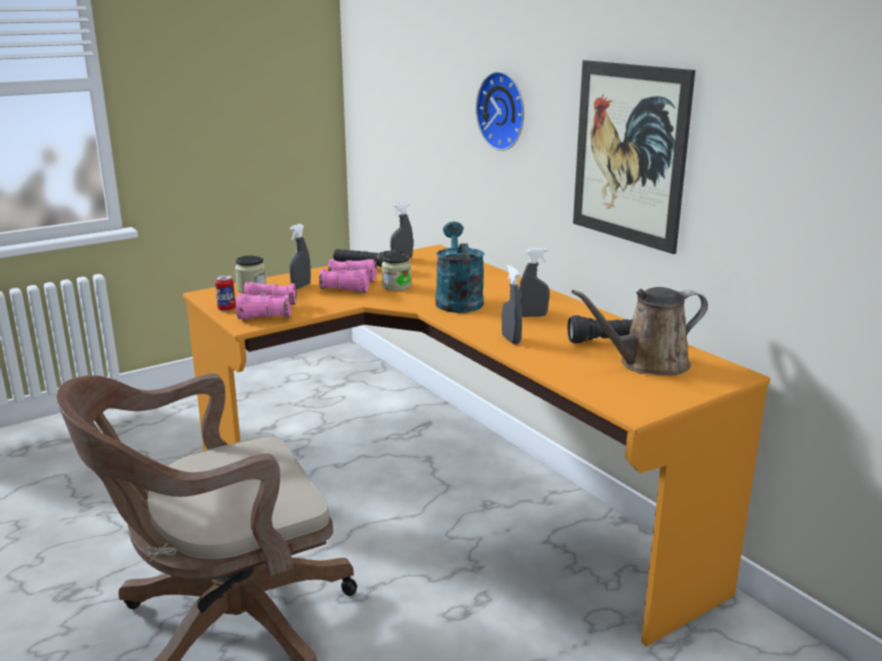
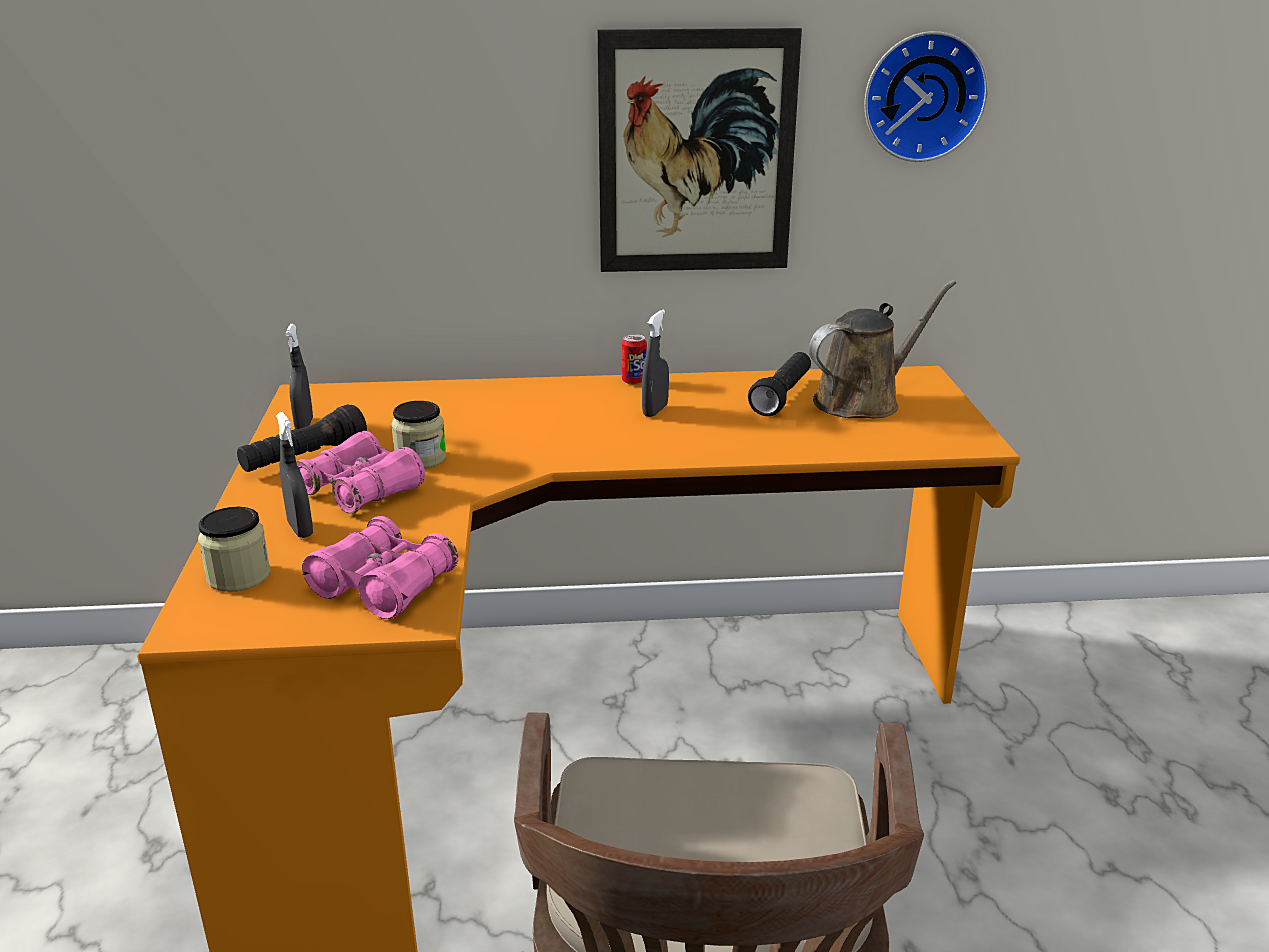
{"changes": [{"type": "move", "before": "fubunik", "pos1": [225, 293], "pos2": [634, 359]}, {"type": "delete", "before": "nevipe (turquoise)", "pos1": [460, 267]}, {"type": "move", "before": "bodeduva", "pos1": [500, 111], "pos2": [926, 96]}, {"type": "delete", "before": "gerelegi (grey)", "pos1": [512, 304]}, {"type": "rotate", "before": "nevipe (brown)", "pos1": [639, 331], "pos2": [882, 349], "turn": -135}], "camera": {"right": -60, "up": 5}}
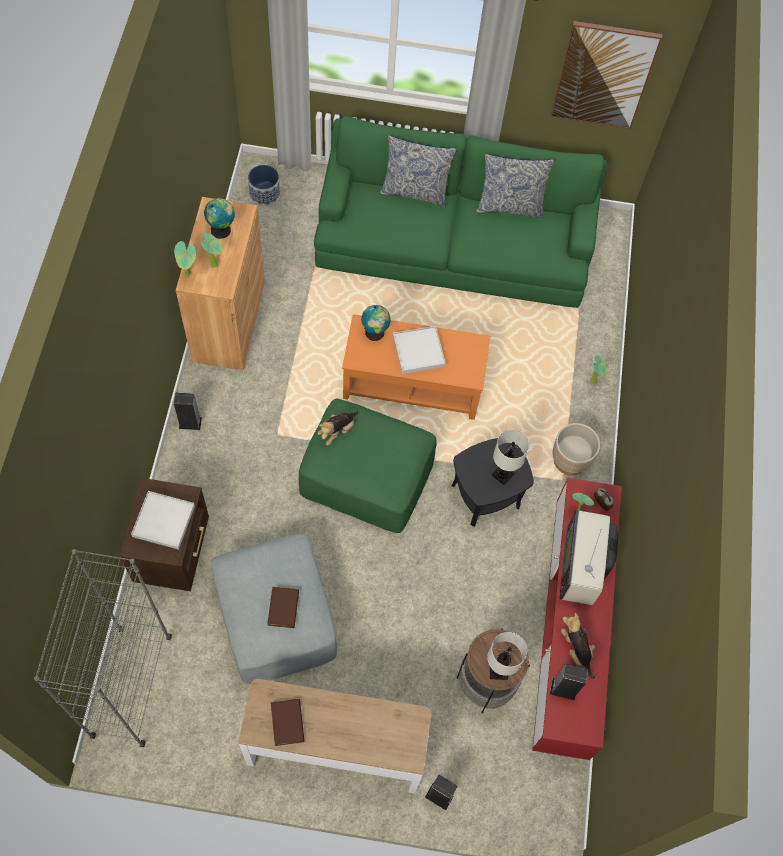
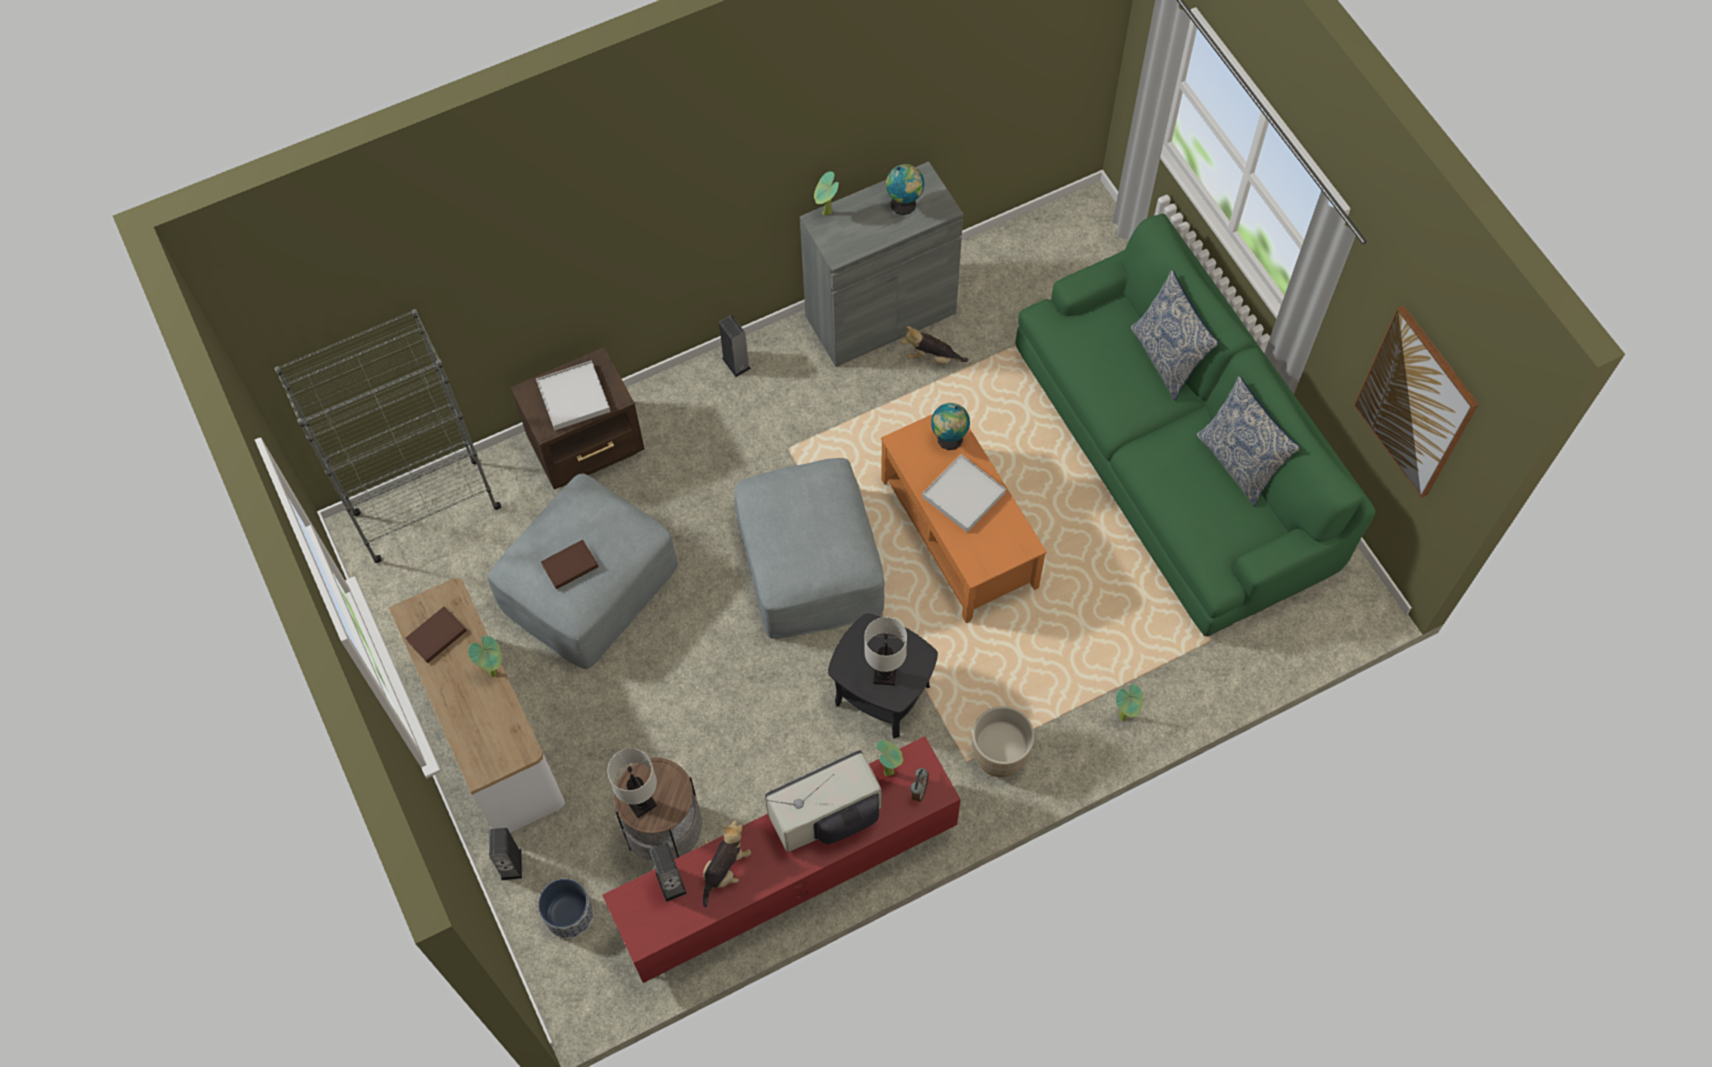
{"changes": [{"type": "recolor", "before": "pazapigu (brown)", "after": "pazapigu (grey)", "pos1": [220, 283], "pos2": [881, 264]}, {"type": "move", "before": "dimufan", "pos1": [212, 250], "pos2": [485, 656]}, {"type": "move", "before": "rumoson", "pos1": [264, 185], "pos2": [566, 908]}, {"type": "recolor", "before": "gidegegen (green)", "after": "gidegegen (grey)", "pos1": [367, 465], "pos2": [809, 548]}, {"type": "move", "before": "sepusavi", "pos1": [338, 428], "pos2": [934, 345]}], "camera": {"right": 60, "up": 0}}
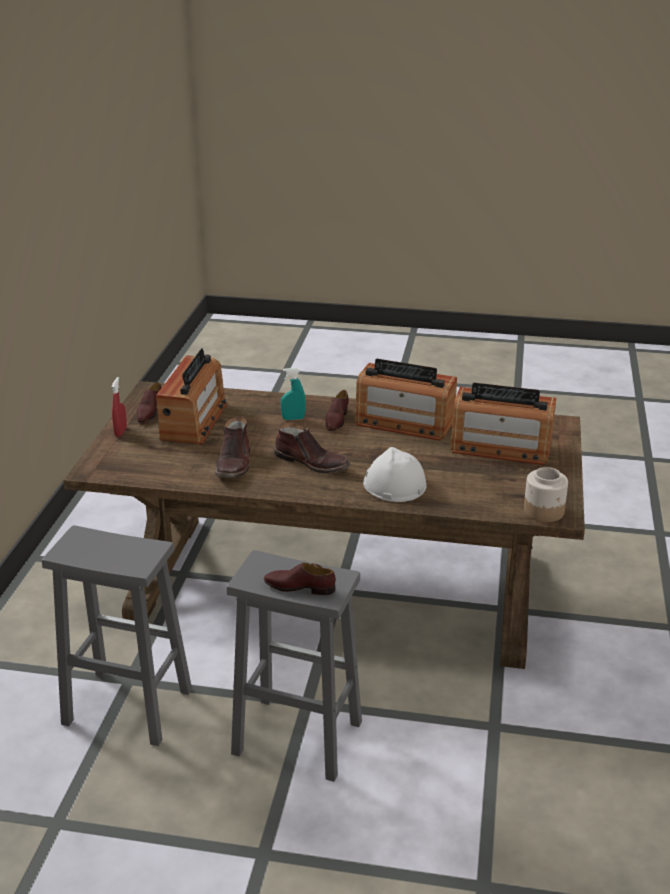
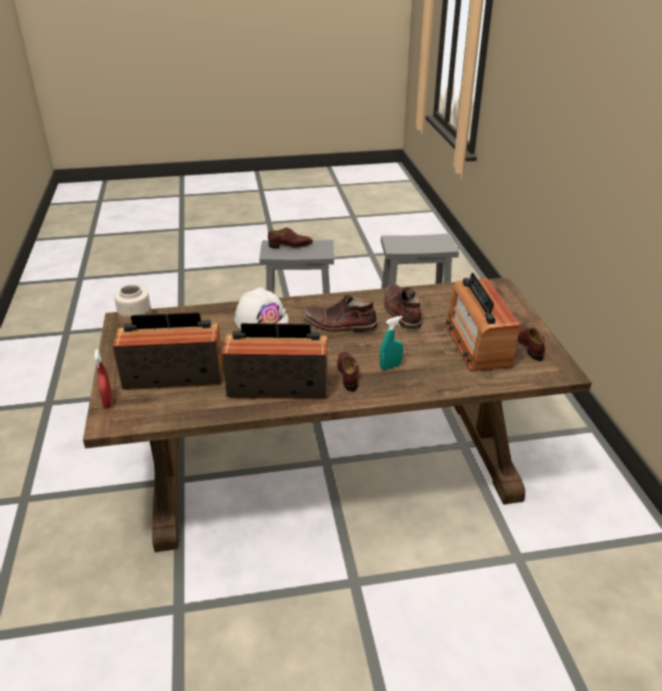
{"changes": [{"type": "move", "before": "gerelegi (red)", "pos1": [119, 407], "pos2": [103, 378]}], "camera": {"right": 160, "up": 5}}
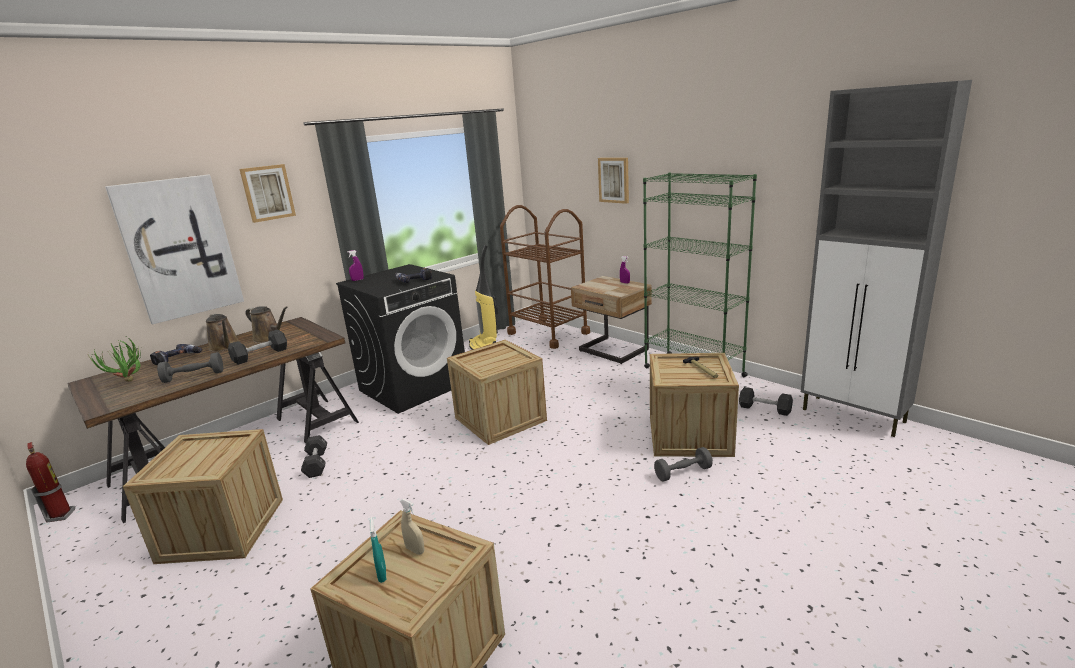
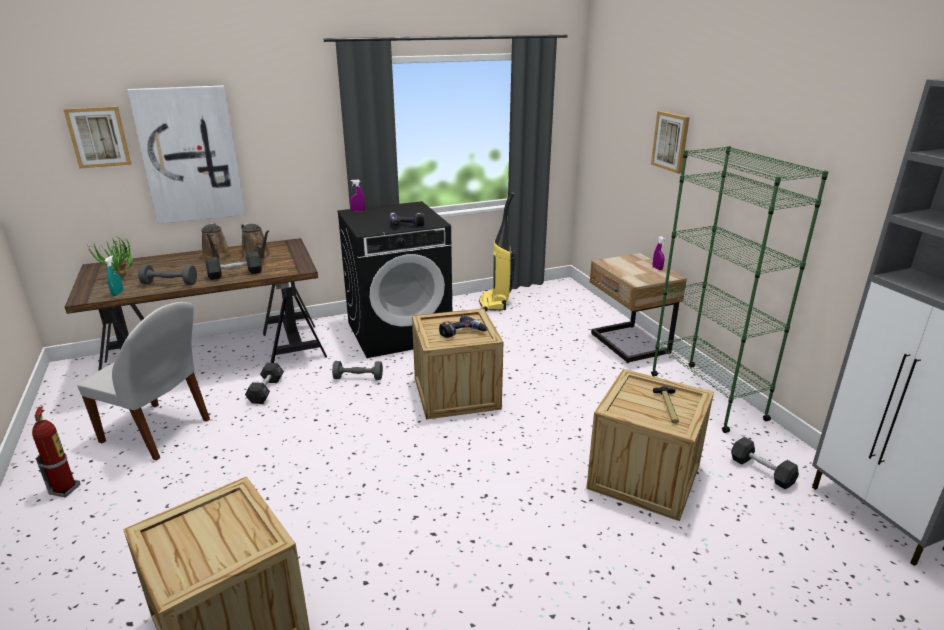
{"changes": [{"type": "move", "before": "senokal", "pos1": [50, 482], "pos2": [56, 451]}, {"type": "replace", "before": "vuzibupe", "after": "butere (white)", "pos1": [203, 496], "pos2": [143, 381]}, {"type": "move", "before": "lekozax", "pos1": [176, 354], "pos2": [463, 326]}, {"type": "move", "before": "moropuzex", "pos1": [267, 193], "pos2": [97, 137]}, {"type": "move", "before": "gerelegi (turquoise)", "pos1": [378, 550], "pos2": [114, 275]}, {"type": "delete", "before": "gerelegi (beige)", "pos1": [412, 527]}, {"type": "delete", "before": "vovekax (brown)", "pos1": [545, 277]}, {"type": "move", "before": "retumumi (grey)", "pos1": [683, 464], "pos2": [357, 370]}], "camera": {"right": 20, "up": 5}}
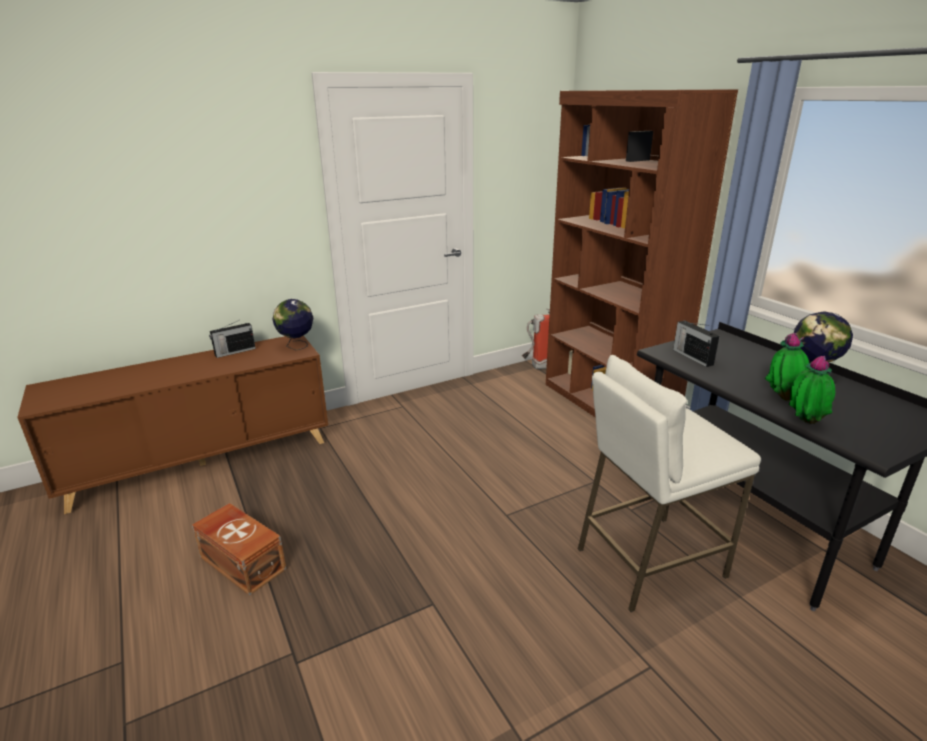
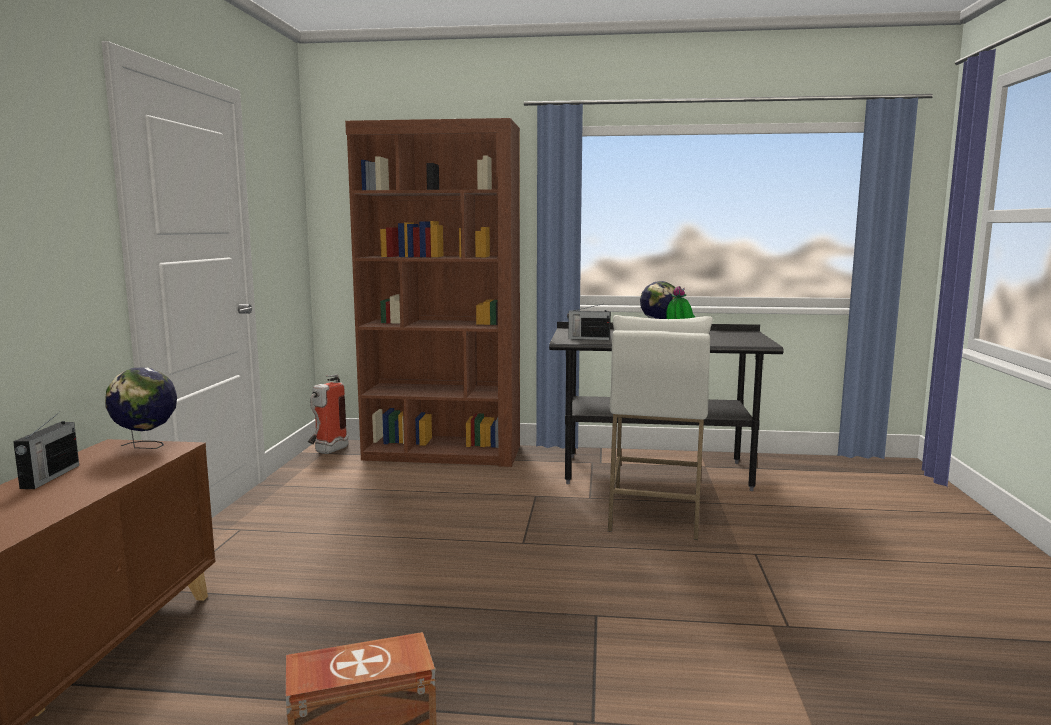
{"changes": [{"type": "delete", "before": "dimufan", "pos1": [812, 390]}], "camera": {"right": -55, "up": -15}}
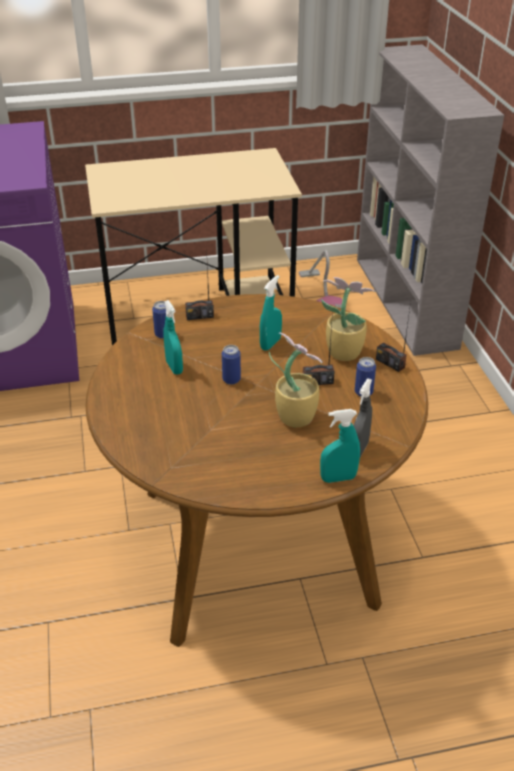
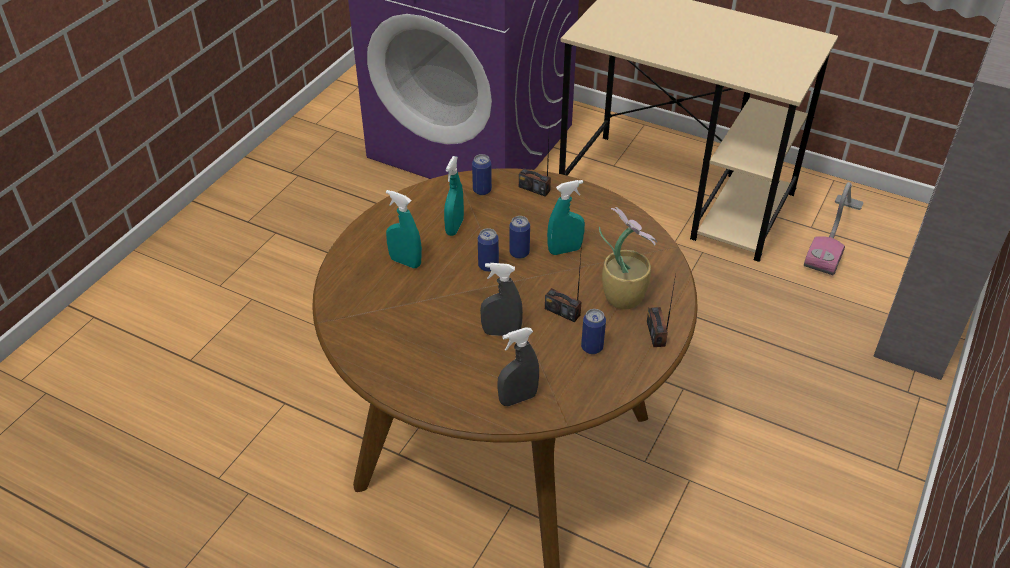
{"changes": [{"type": "replace", "before": "dimufan", "after": "gerelegi (grey)", "pos1": [296, 379], "pos2": [501, 299]}, {"type": "move", "before": "gerelegi (turquoise)", "pos1": [340, 446], "pos2": [404, 229]}, {"type": "insert", "after": "fubunik", "pos2": [519, 237]}], "camera": {"right": 40, "up": 5}}
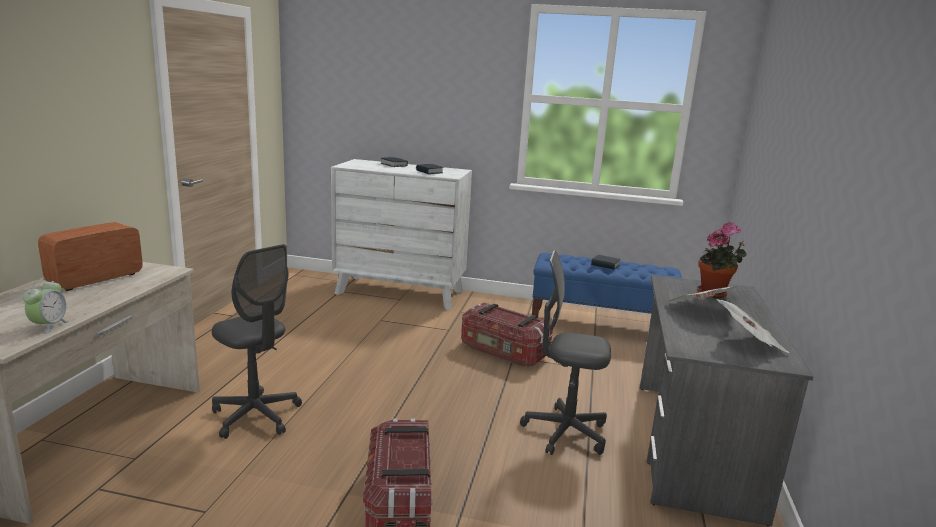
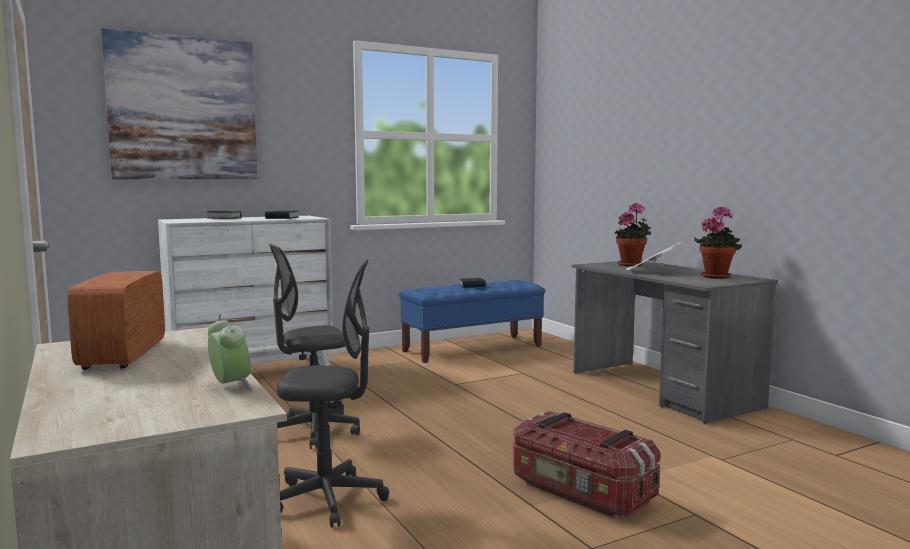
{"changes": [{"type": "delete", "before": "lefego", "pos1": [507, 334]}, {"type": "move", "before": "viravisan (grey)", "pos1": [565, 352], "pos2": [314, 346]}, {"type": "replace", "before": "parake", "after": "dimufan", "pos1": [753, 326], "pos2": [718, 242]}, {"type": "insert", "after": "moropuzex", "pos2": [179, 103]}], "camera": {"right": -40, "up": -10}}
